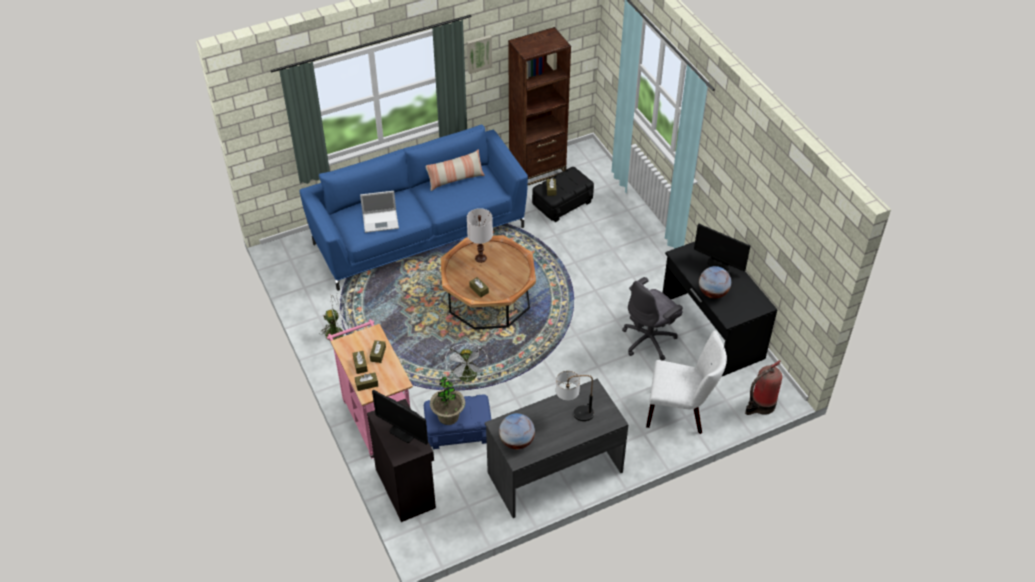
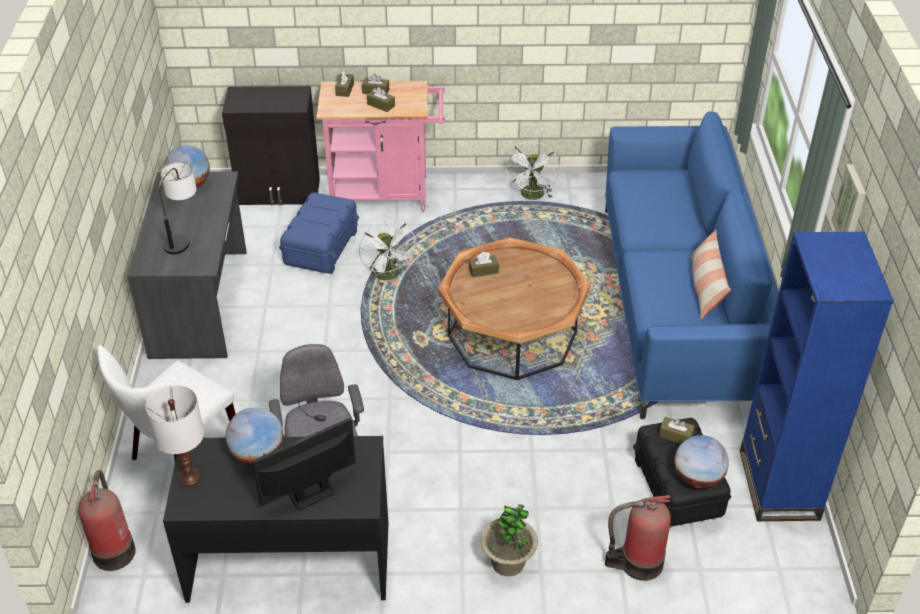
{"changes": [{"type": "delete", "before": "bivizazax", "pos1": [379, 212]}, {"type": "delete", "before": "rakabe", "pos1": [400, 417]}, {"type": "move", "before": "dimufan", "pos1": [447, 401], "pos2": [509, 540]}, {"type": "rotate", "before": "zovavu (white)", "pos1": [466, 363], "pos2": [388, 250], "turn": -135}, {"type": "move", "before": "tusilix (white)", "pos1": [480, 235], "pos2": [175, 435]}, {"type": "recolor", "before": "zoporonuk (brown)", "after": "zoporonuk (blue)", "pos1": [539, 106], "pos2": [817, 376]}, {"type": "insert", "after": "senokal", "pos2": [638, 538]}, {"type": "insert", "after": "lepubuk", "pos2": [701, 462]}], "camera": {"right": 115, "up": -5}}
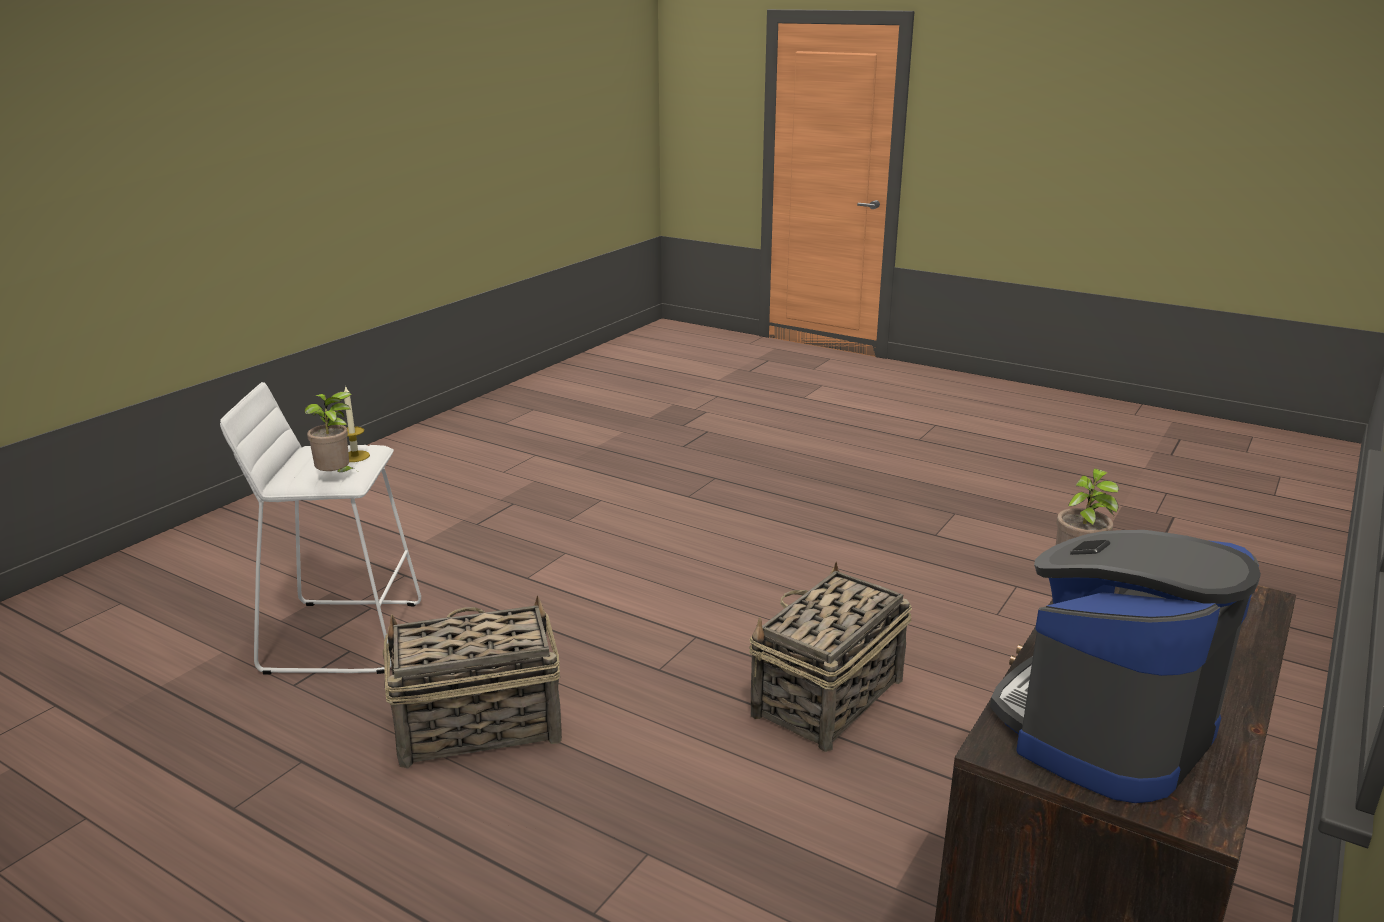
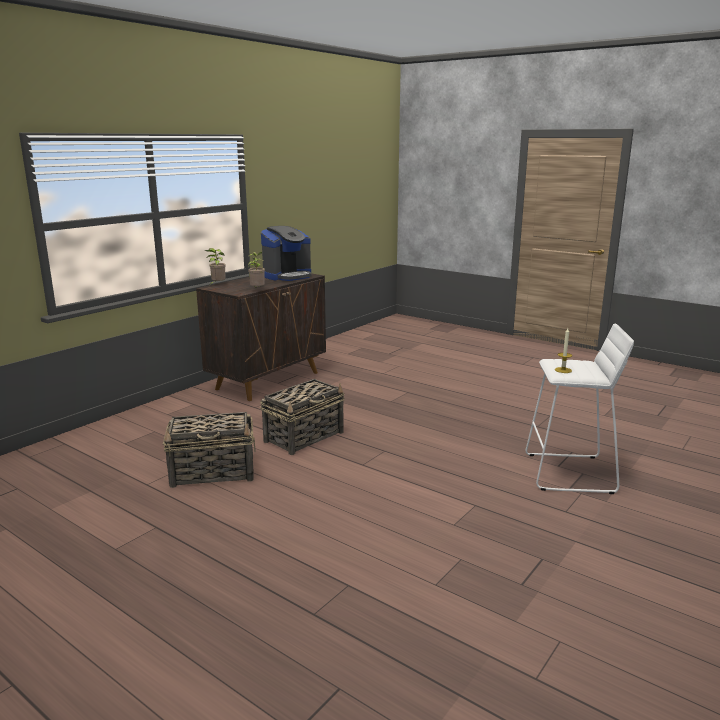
{"changes": [{"type": "move", "before": "dimufan", "pos1": [330, 432], "pos2": [215, 266]}, {"type": "move", "before": "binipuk", "pos1": [472, 682], "pos2": [209, 450]}], "camera": {"right": -175, "up": -5}}
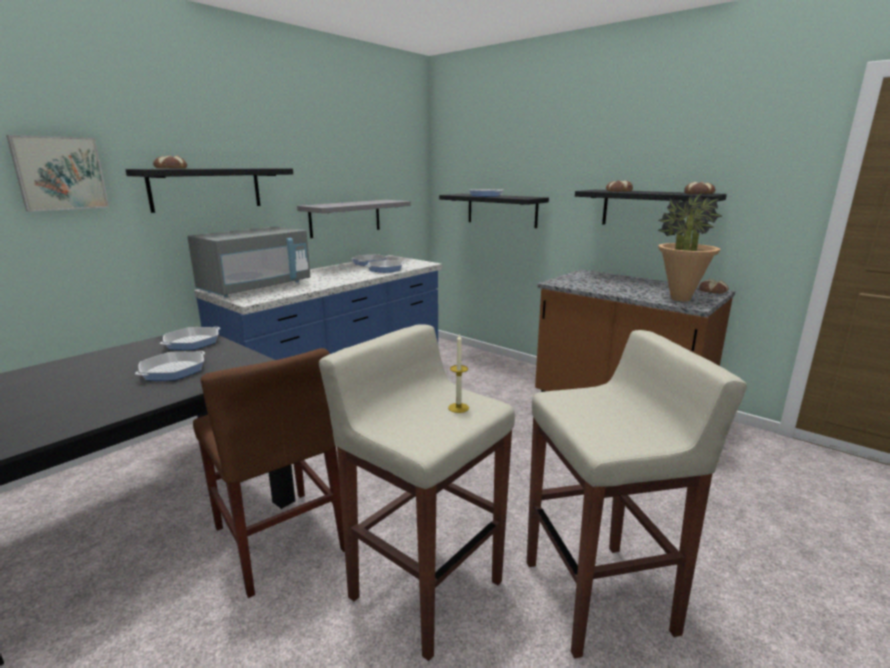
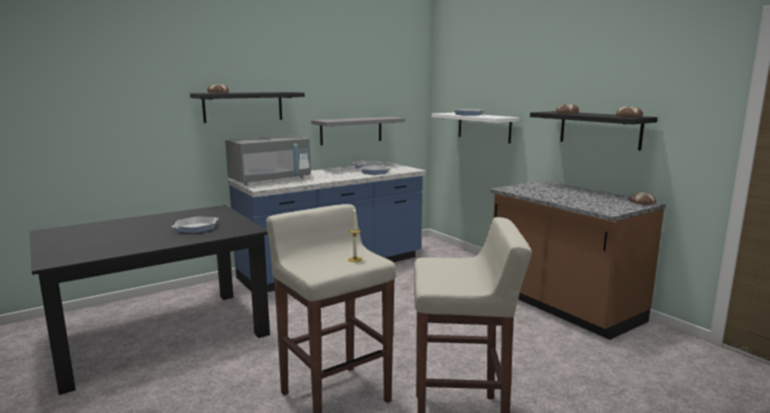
{"changes": [{"type": "delete", "before": "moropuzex", "pos1": [57, 173]}, {"type": "delete", "before": "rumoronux", "pos1": [190, 338]}, {"type": "delete", "before": "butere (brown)", "pos1": [269, 473]}, {"type": "recolor", "before": "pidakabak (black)", "after": "pidakabak (white)", "pos1": [494, 211], "pos2": [476, 128]}, {"type": "delete", "before": "dimufan", "pos1": [690, 247]}], "camera": {"right": 15, "up": -5}}
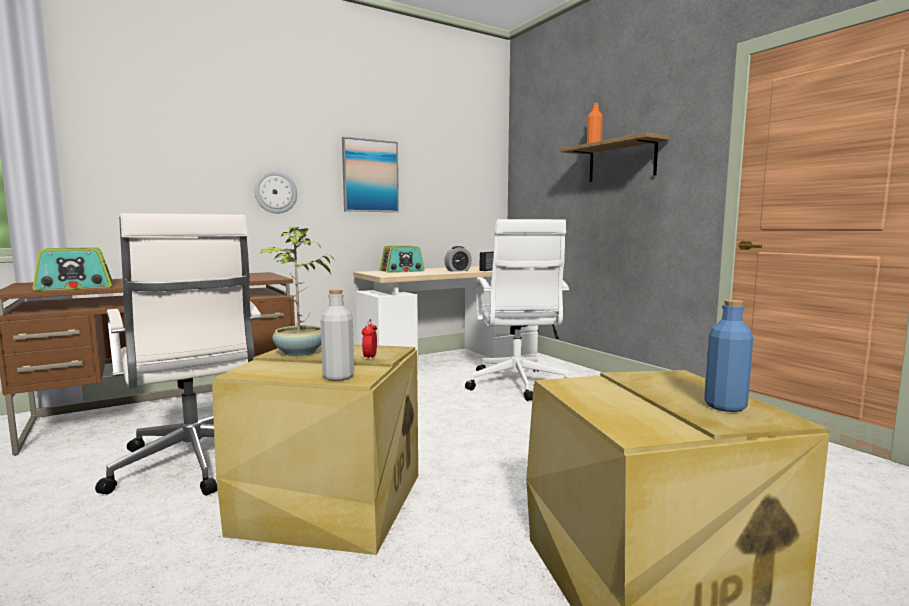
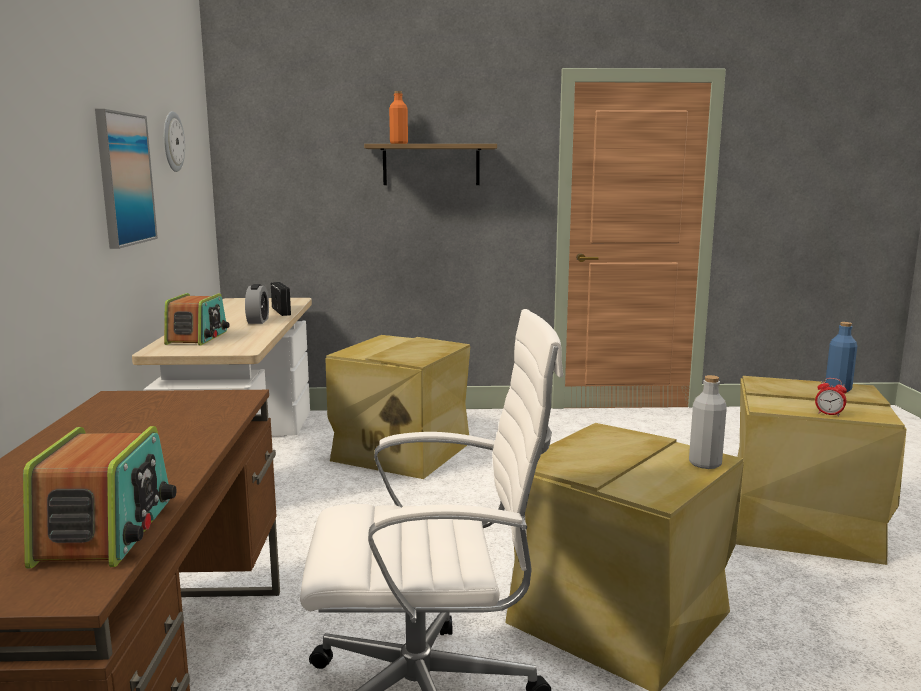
{"changes": [{"type": "move", "before": "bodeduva", "pos1": [275, 192], "pos2": [174, 141]}, {"type": "delete", "before": "dimufan", "pos1": [296, 291]}, {"type": "move", "before": "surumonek", "pos1": [369, 339], "pos2": [831, 397]}, {"type": "replace", "before": "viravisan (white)", "after": "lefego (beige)", "pos1": [517, 310], "pos2": [397, 407]}], "camera": {"right": -60, "up": 5}}
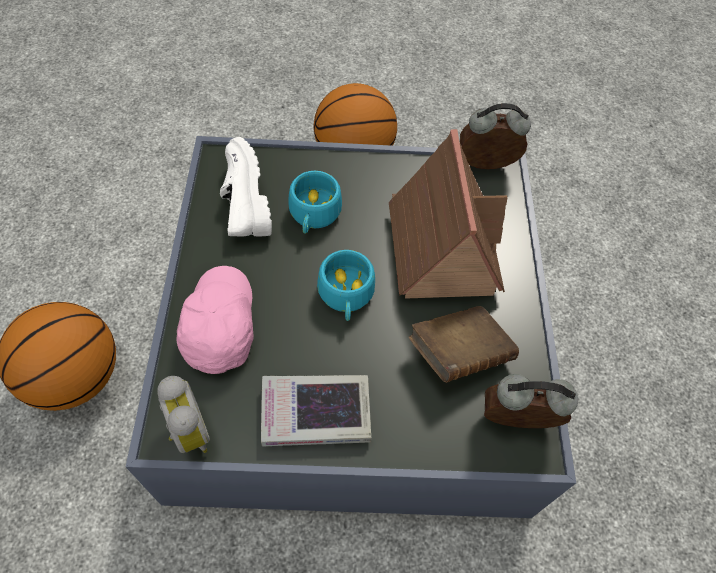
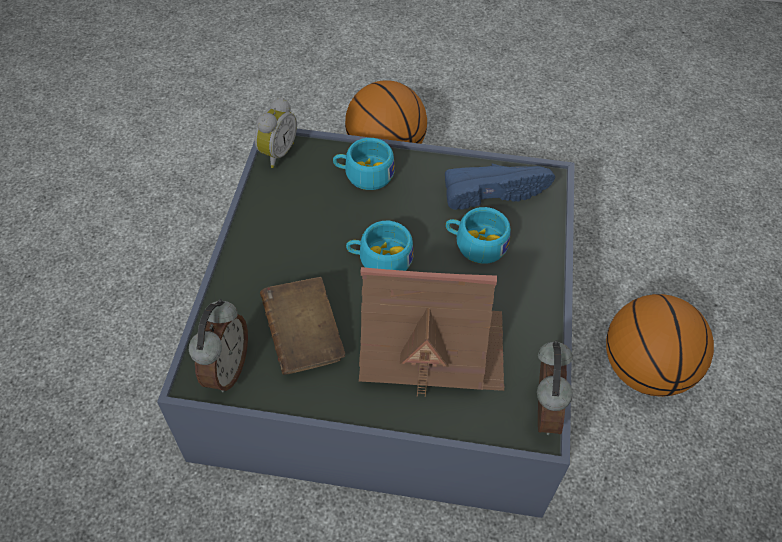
{"changes": [{"type": "rotate", "before": "surumonek", "pos1": [183, 414], "pos2": [276, 132], "turn": -45}, {"type": "replace", "before": "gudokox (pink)", "after": "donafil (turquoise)", "pos1": [215, 320], "pos2": [363, 164]}, {"type": "recolor", "before": "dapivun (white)", "after": "dapivun (blue)", "pos1": [246, 186], "pos2": [500, 187]}, {"type": "delete", "before": "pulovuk", "pos1": [316, 410]}], "camera": {"right": 100, "up": -5}}
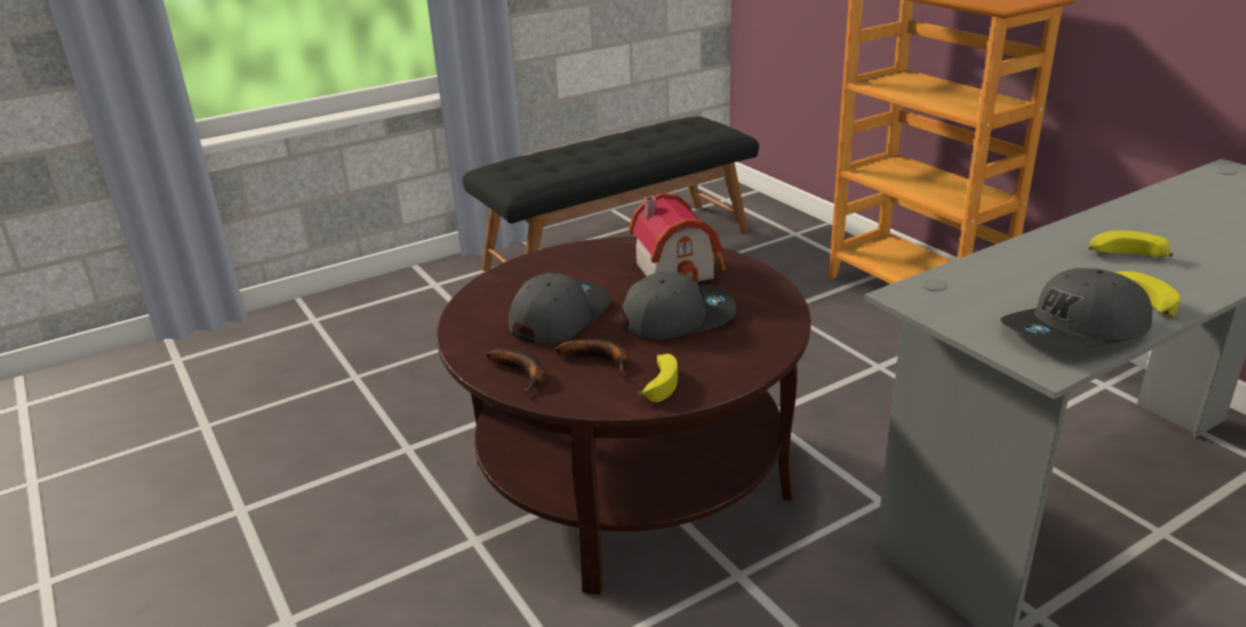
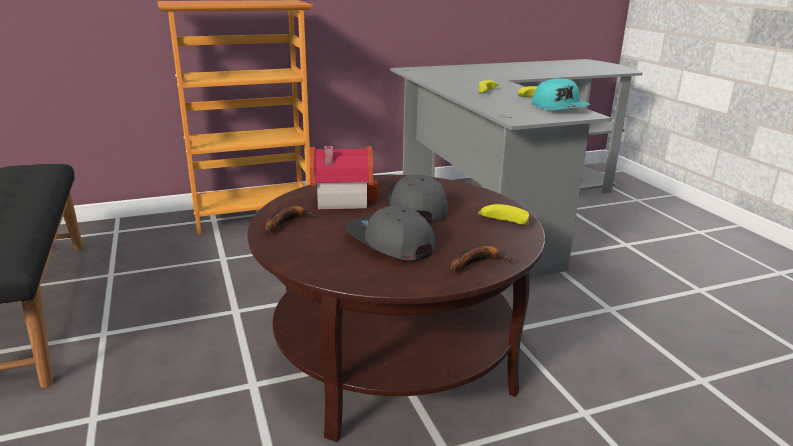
{"changes": [{"type": "move", "before": "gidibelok", "pos1": [592, 357], "pos2": [292, 218]}, {"type": "recolor", "before": "gudokox (grey)", "after": "gudokox (turquoise)", "pos1": [1076, 308], "pos2": [561, 94]}], "camera": {"right": -80, "up": -5}}
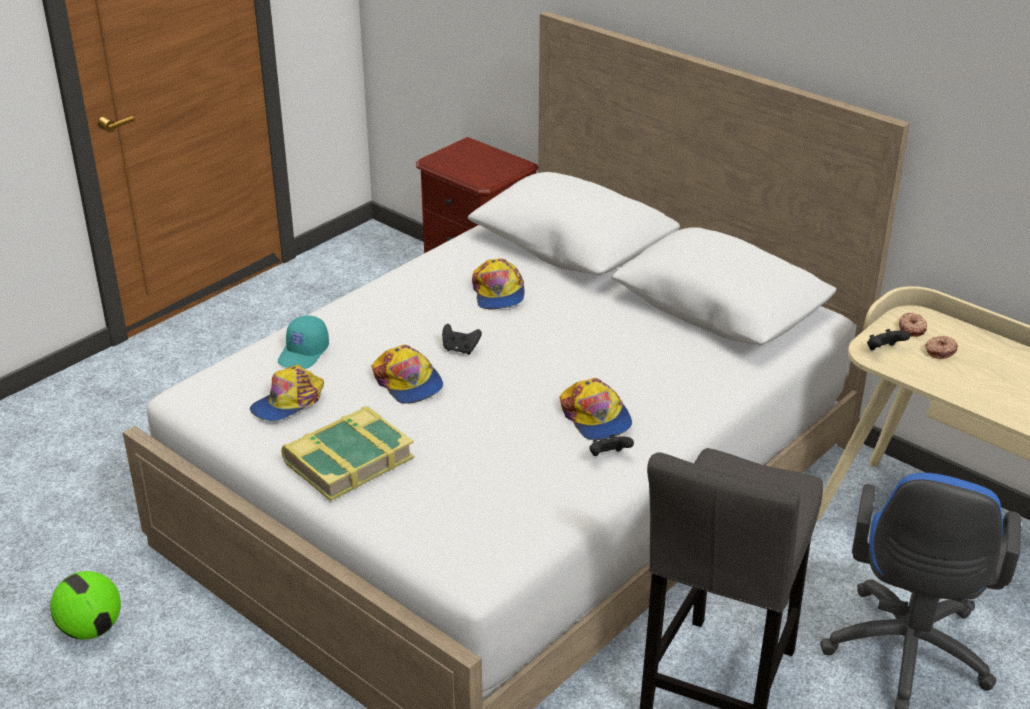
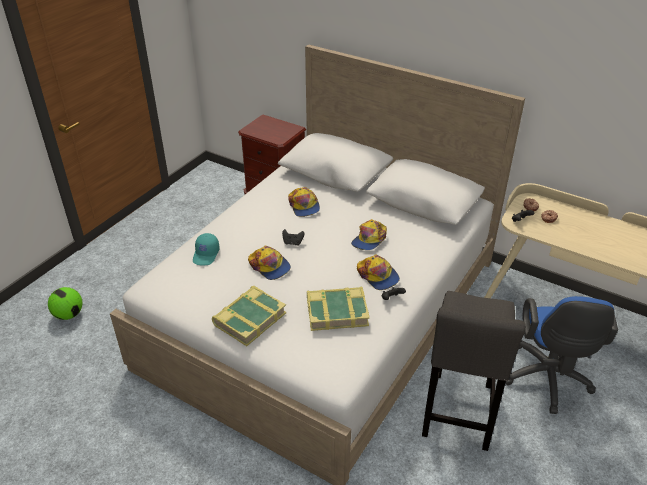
{"changes": [{"type": "move", "before": "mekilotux", "pos1": [85, 605], "pos2": [65, 303]}, {"type": "move", "before": "gudokox", "pos1": [287, 393], "pos2": [369, 234]}, {"type": "insert", "after": "pulovuk", "pos2": [338, 309]}], "camera": {"right": -10, "up": 5}}
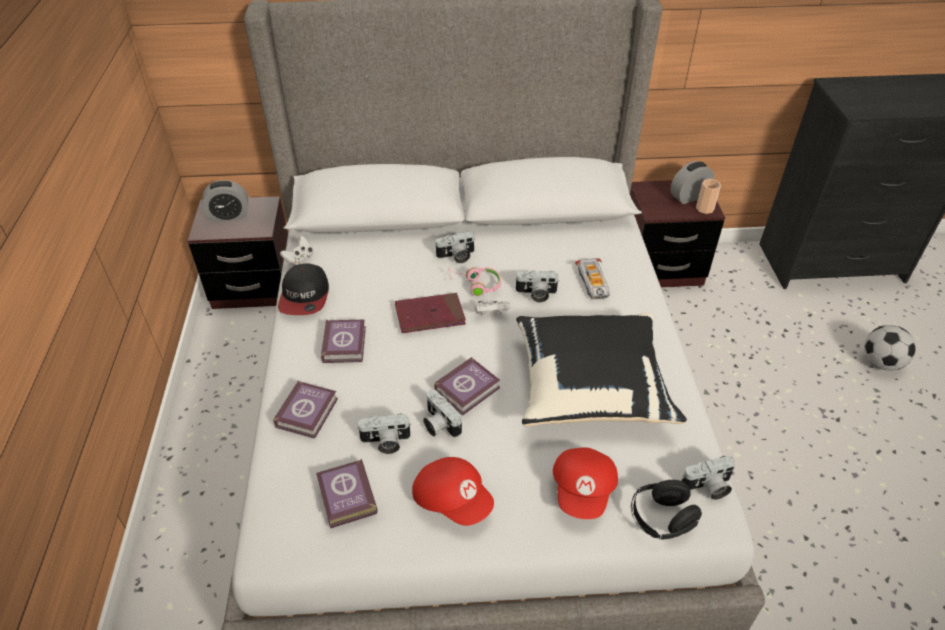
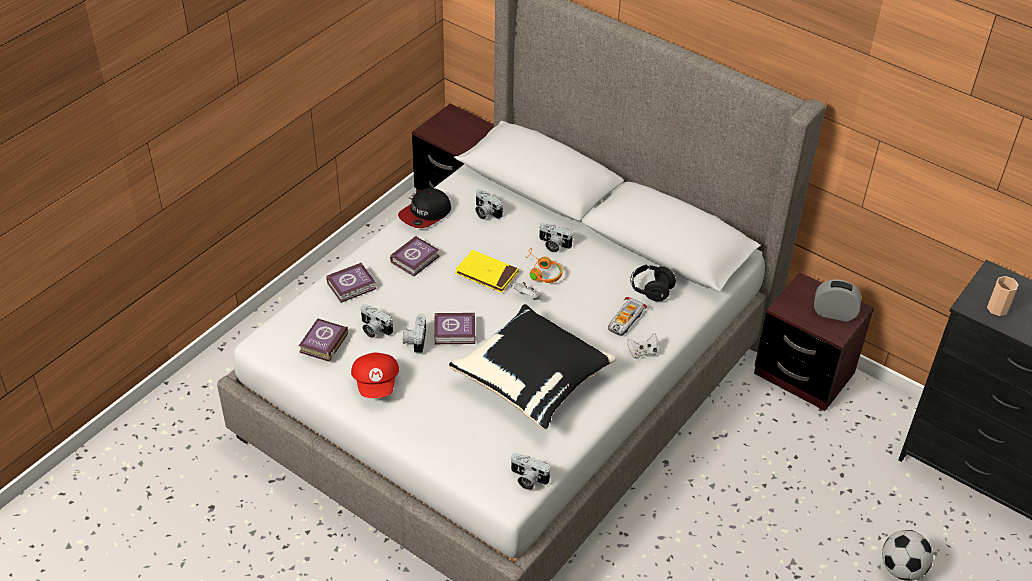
{"changes": [{"type": "delete", "before": "surumonek", "pos1": [225, 201]}, {"type": "move", "before": "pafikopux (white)", "pos1": [296, 250], "pos2": [642, 346]}, {"type": "recolor", "before": "pulovuk (red)", "after": "pulovuk (yellow)", "pos1": [430, 313], "pos2": [487, 271]}, {"type": "recolor", "before": "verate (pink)", "after": "verate (orange)", "pos1": [474, 281], "pos2": [544, 265]}, {"type": "move", "before": "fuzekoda", "pos1": [537, 286], "pos2": [489, 204]}, {"type": "delete", "before": "gudokox (red)", "pos1": [585, 483]}, {"type": "move", "before": "verate (black)", "pos1": [666, 510], "pos2": [653, 283]}, {"type": "move", "before": "donafil", "pos1": [708, 196], "pos2": [1003, 296]}], "camera": {"right": 40, "up": 0}}
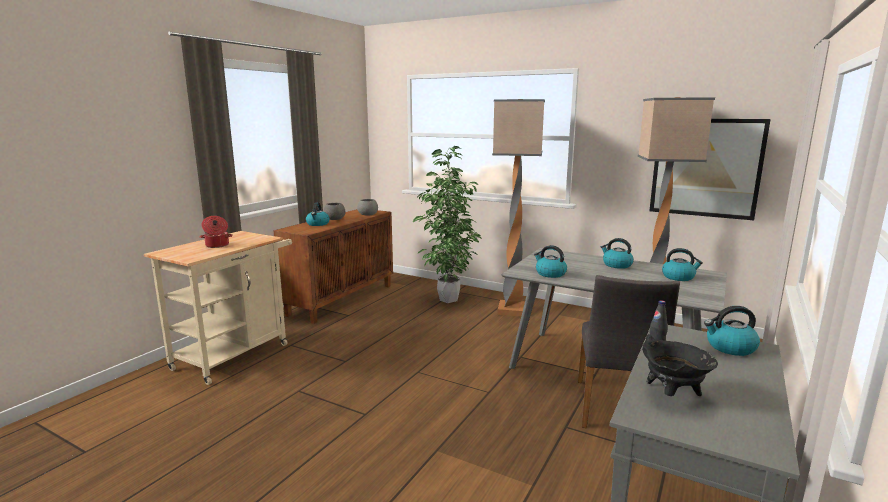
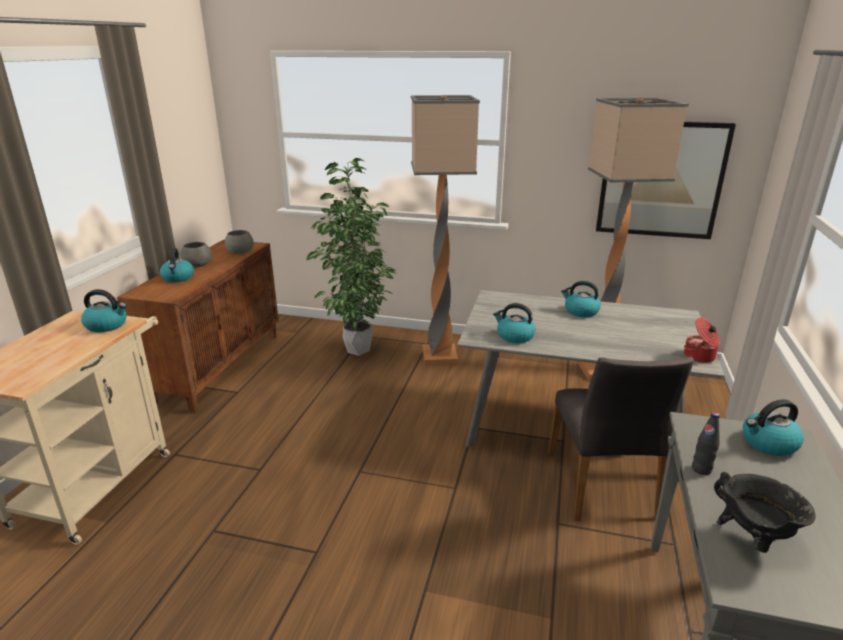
{"changes": [{"type": "move", "before": "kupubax", "pos1": [216, 232], "pos2": [702, 340]}, {"type": "move", "before": "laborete", "pos1": [682, 264], "pos2": [104, 310]}], "camera": {"right": -15, "up": 10}}
